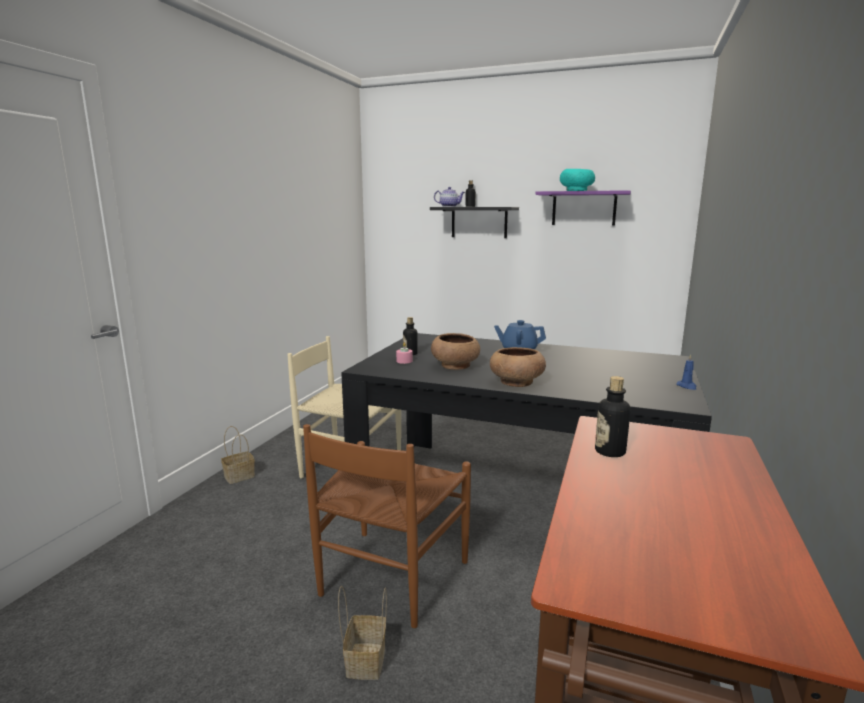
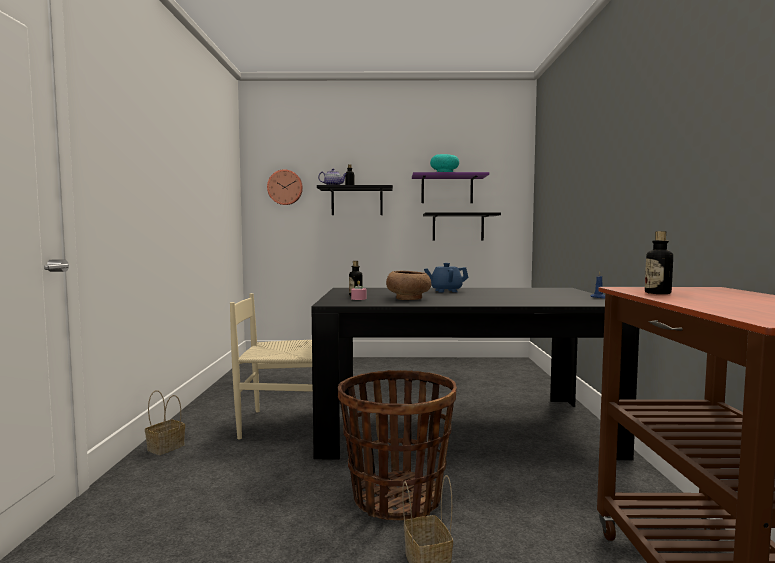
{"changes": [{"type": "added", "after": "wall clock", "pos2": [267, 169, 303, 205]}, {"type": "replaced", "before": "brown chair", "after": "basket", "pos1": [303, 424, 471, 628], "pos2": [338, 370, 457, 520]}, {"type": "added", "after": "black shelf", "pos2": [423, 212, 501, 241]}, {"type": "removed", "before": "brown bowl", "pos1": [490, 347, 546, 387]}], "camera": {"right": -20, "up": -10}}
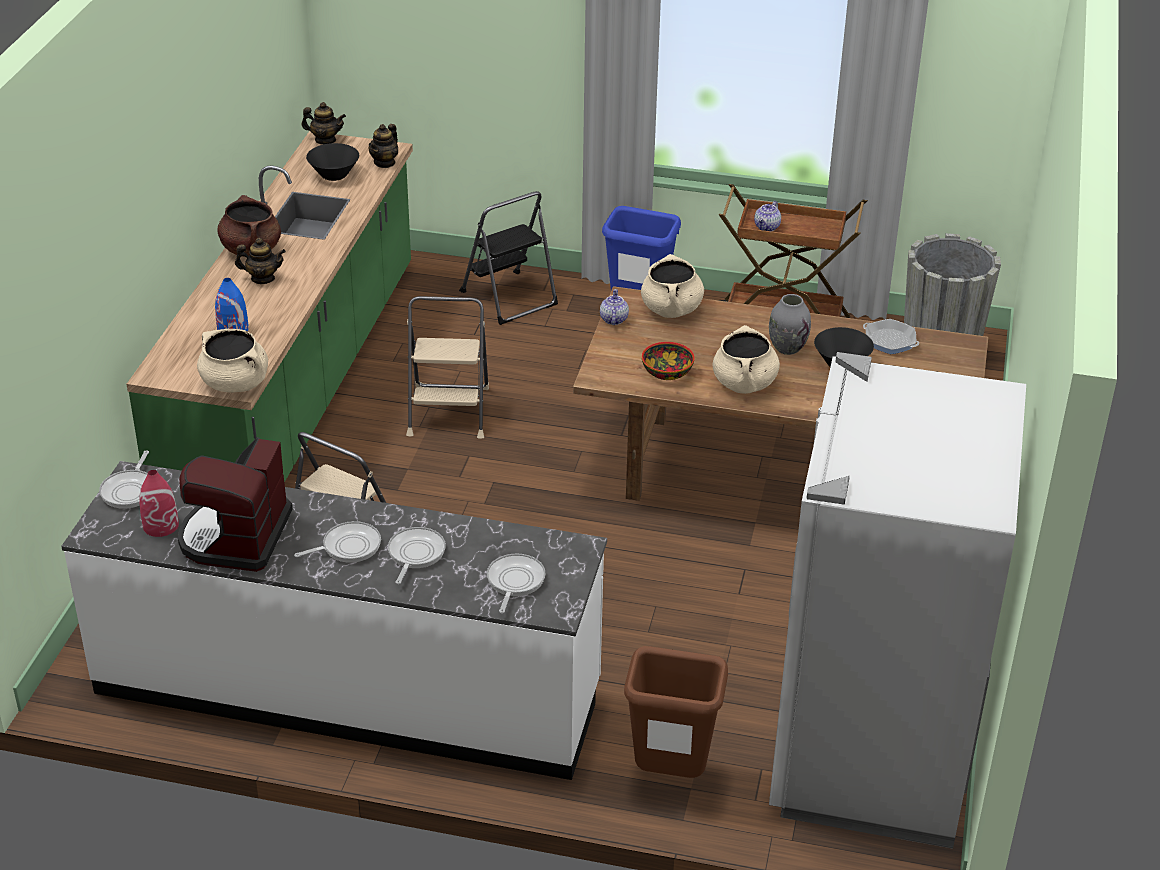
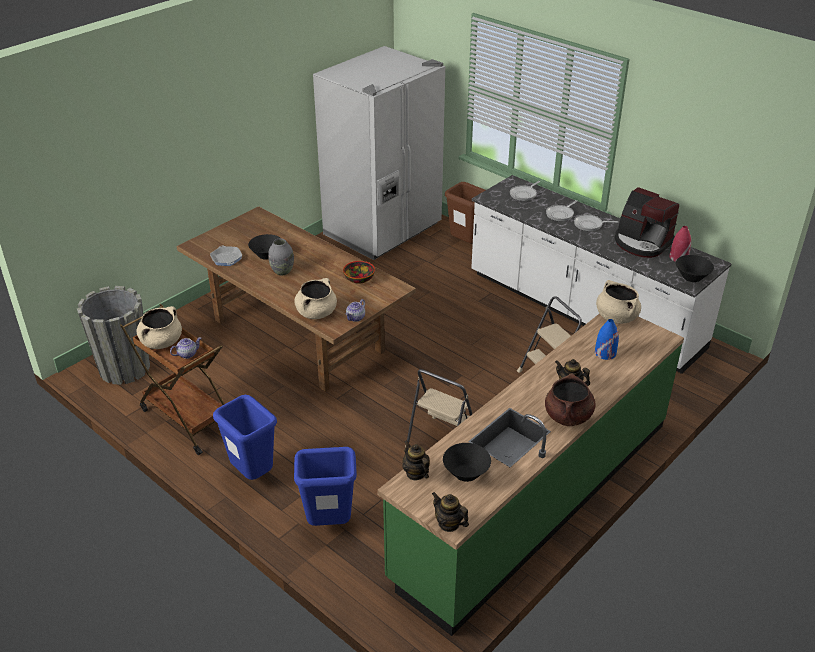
{"changes": [{"type": "moved", "before": "beige cooking pot", "pos1": [712, 325, 780, 394], "pos2": [136, 306, 182, 349]}, {"type": "replaced", "before": "black step ladder", "after": "blue trash can", "pos1": [459, 191, 558, 325], "pos2": [294, 447, 357, 526]}, {"type": "turned", "before": "teapot", "pos1": [369, 124, 398, 168], "pos2": [402, 440, 430, 480], "turn": -90}, {"type": "turned", "before": "coffee machine", "pos1": [178, 437, 293, 572], "pos2": [615, 187, 679, 258], "turn": 90}, {"type": "replaced", "before": "frying pan", "after": "black bowl", "pos1": [99, 450, 149, 509], "pos2": [676, 255, 714, 282]}], "camera": {"right": -150, "up": 0}}
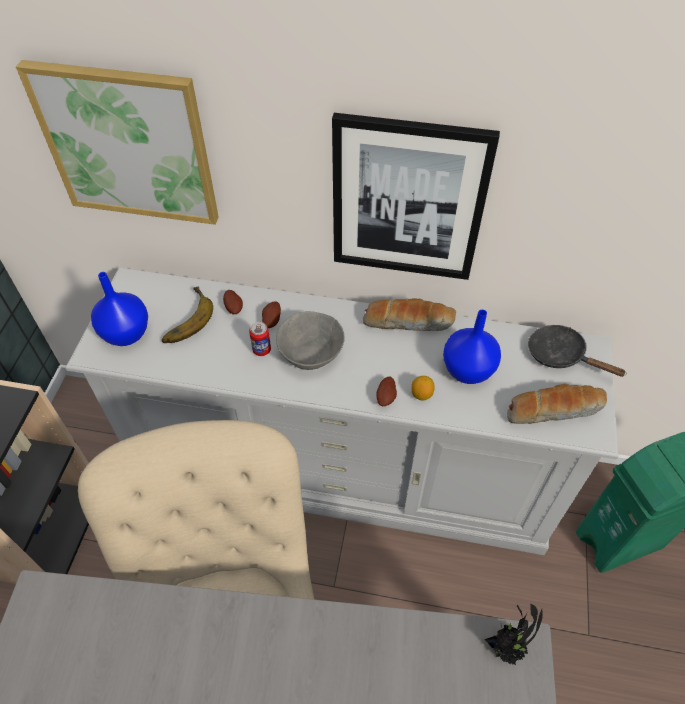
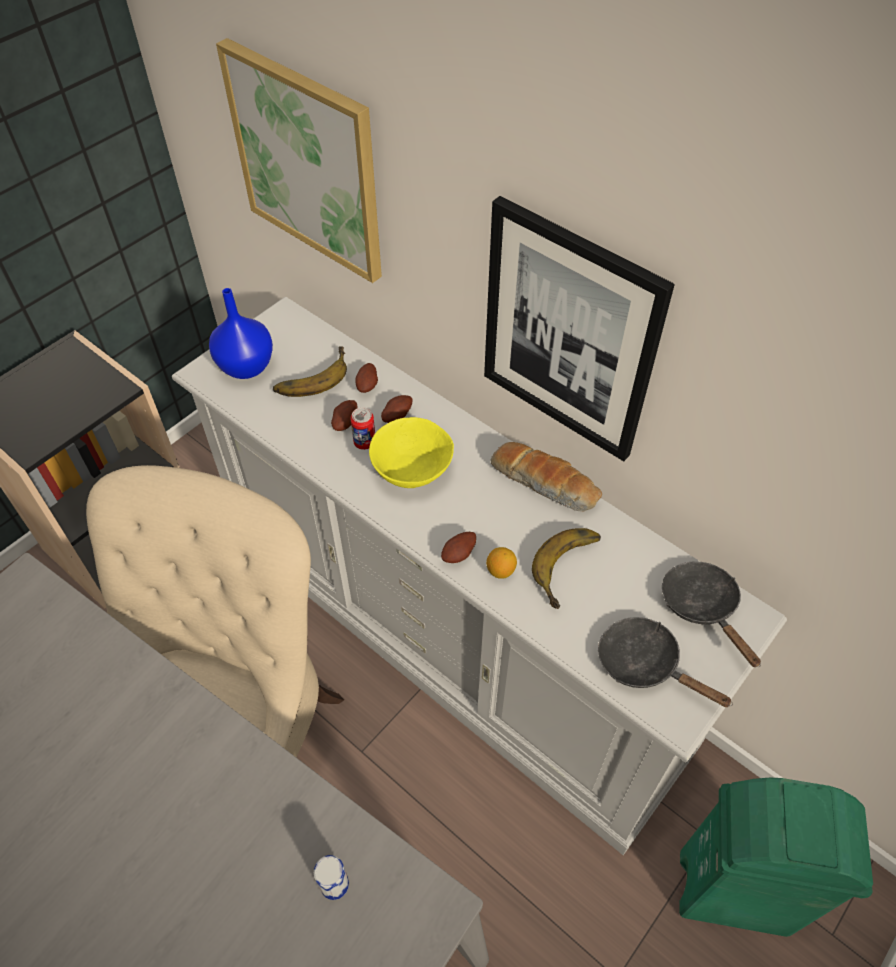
{"changes": [{"type": "added", "after": "can", "pos2": [314, 855, 349, 900]}, {"type": "added", "after": "potato", "pos2": [331, 400, 357, 431]}, {"type": "recoloured", "before": "grey bowl", "after": "yellow bowl", "pos1": [276, 311, 344, 370], "pos2": [369, 417, 454, 488]}, {"type": "replaced", "before": "blue vase", "after": "banana", "pos1": [443, 310, 501, 384], "pos2": [532, 528, 601, 609]}, {"type": "replaced", "before": "bread", "after": "black frying pan", "pos1": [507, 384, 607, 424], "pos2": [598, 617, 733, 707]}, {"type": "removed", "before": "potted plant", "pos1": [484, 603, 543, 665]}], "camera": {"right": 30, "up": 0}}
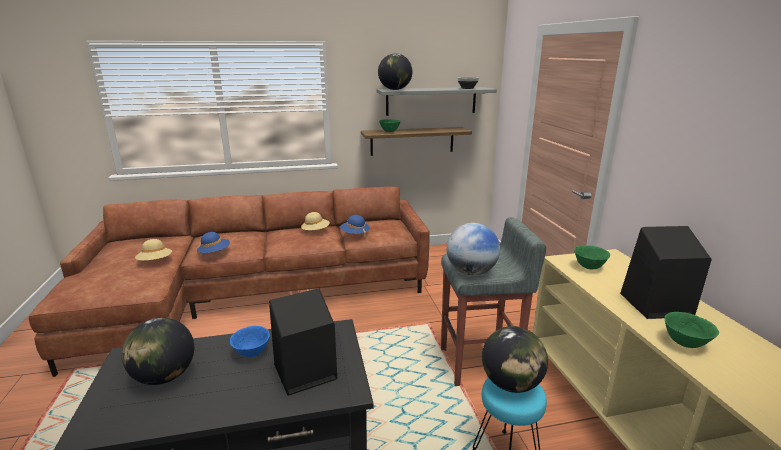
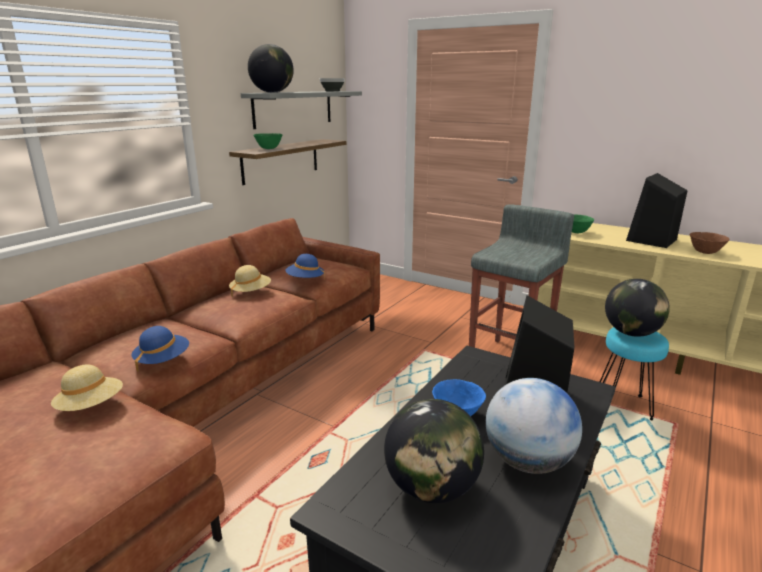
{"changes": [{"type": "moved", "before": "globe", "pos1": [447, 223, 500, 275], "pos2": [486, 378, 582, 474]}, {"type": "recoloured", "before": "green bowl", "after": "brown bowl", "pos1": [664, 312, 719, 348], "pos2": [690, 232, 730, 254]}], "camera": {"right": -45, "up": 0}}
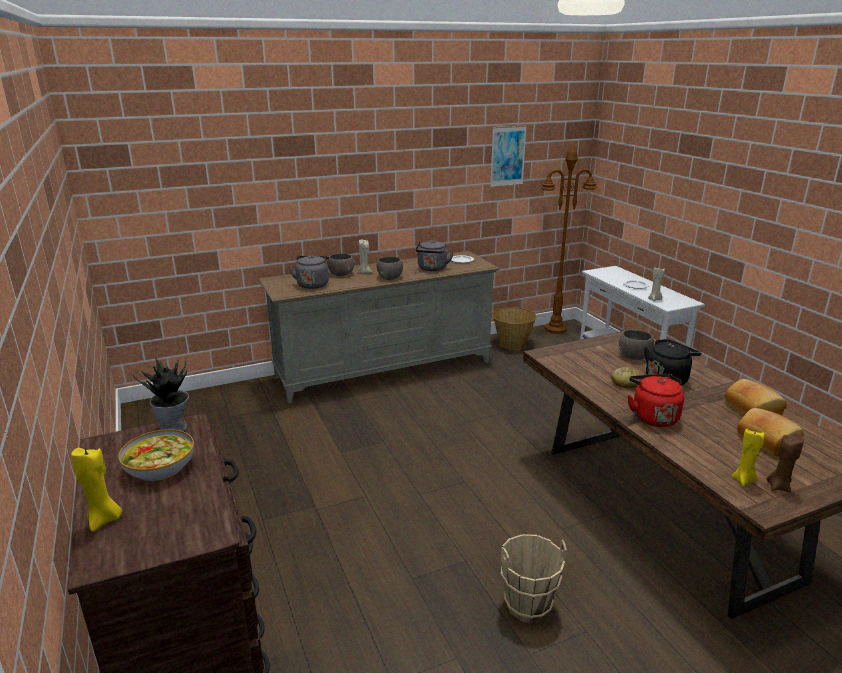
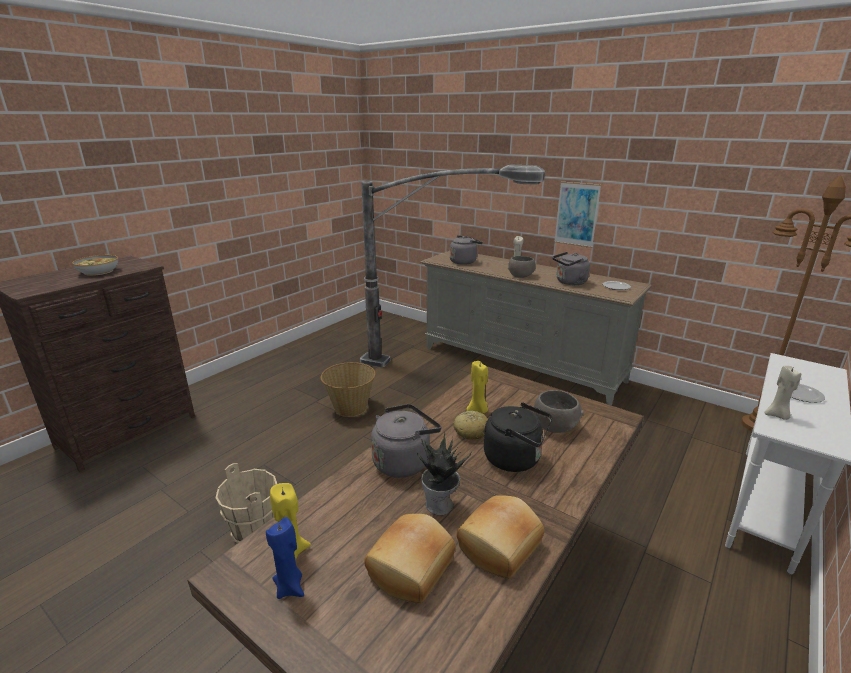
{"changes": [{"type": "recoloured", "before": "brown candle", "after": "blue candle", "pos1": [767, 433, 804, 492], "pos2": [266, 517, 304, 599]}, {"type": "moved", "before": "basket", "pos1": [491, 307, 537, 350], "pos2": [321, 362, 376, 417]}, {"type": "added", "after": "floor lamp", "pos2": [360, 165, 545, 367]}, {"type": "recoloured", "before": "red kettle", "after": "grey kettle", "pos1": [628, 374, 684, 427], "pos2": [371, 404, 441, 478]}, {"type": "moved", "before": "potted plant", "pos1": [133, 355, 189, 431], "pos2": [417, 431, 472, 515]}, {"type": "moved", "before": "yellow candle", "pos1": [71, 448, 122, 532], "pos2": [466, 361, 488, 413]}, {"type": "moved", "before": "picture", "pos1": [490, 125, 527, 187], "pos2": [554, 181, 601, 248]}, {"type": "removed", "before": "grey bowl", "pos1": [327, 253, 355, 276]}], "camera": {"right": 60, "up": 0}}
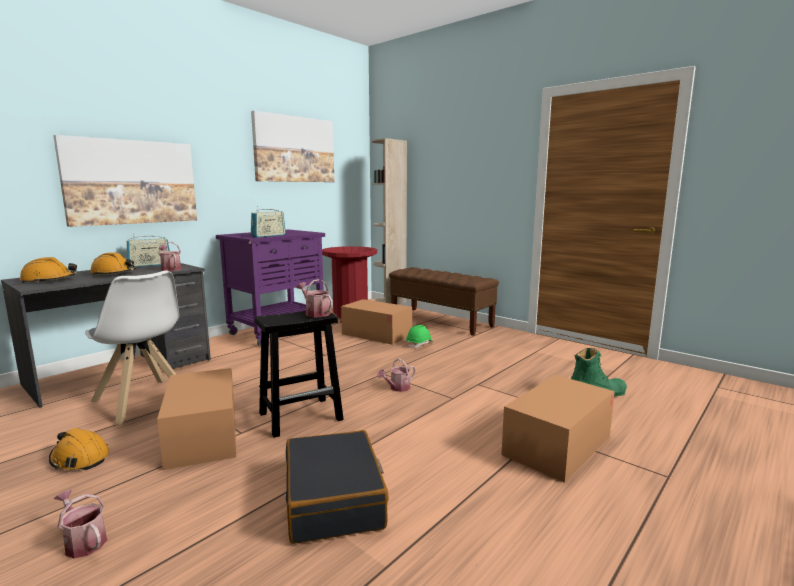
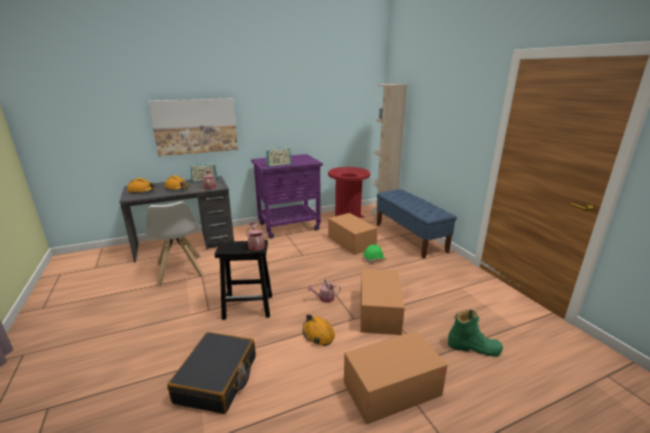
{"changes": [{"type": "moved", "before": "orange hard hat", "pos1": [49, 428, 109, 470], "pos2": [303, 314, 335, 346]}, {"type": "moved", "before": "cardboard box", "pos1": [157, 368, 236, 470], "pos2": [360, 269, 405, 335]}, {"type": "recoloured", "before": "brown bench", "after": "blue bench", "pos1": [389, 267, 499, 336], "pos2": [377, 189, 457, 259]}, {"type": "removed", "before": "watering can", "pos1": [54, 490, 107, 558]}, {"type": "removed", "before": "picture", "pos1": [251, 111, 334, 182]}], "camera": {"right": 25, "up": 10}}
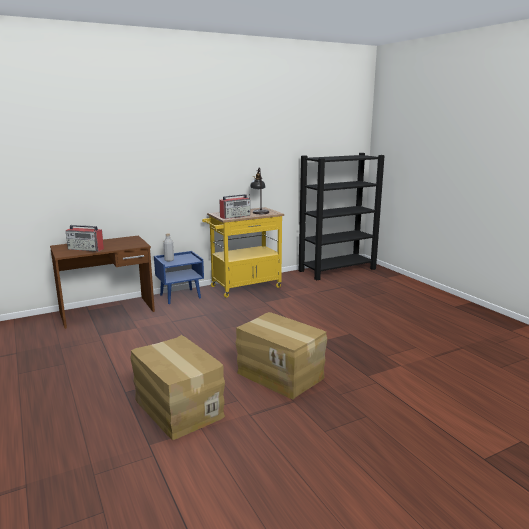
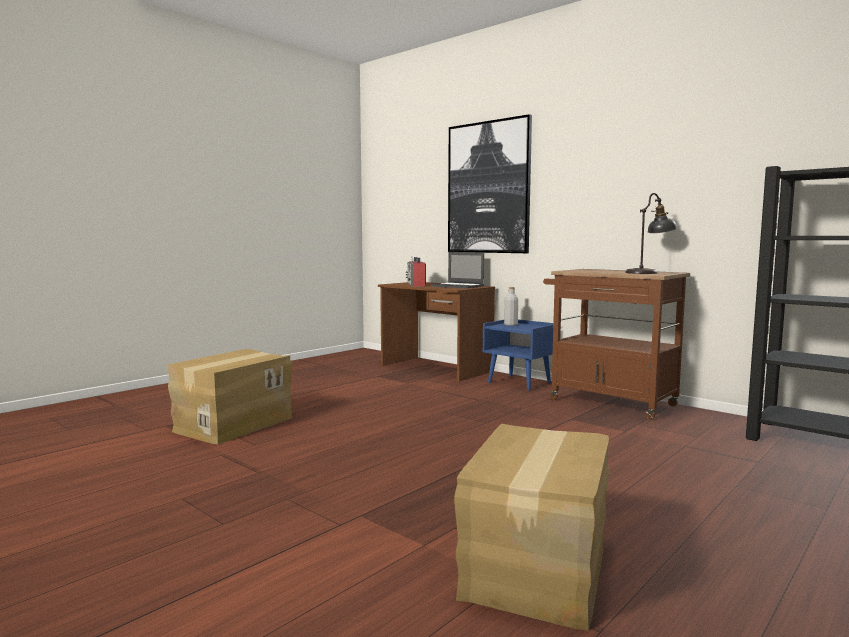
{"changes": [{"type": "added", "after": "laptop", "pos2": [431, 252, 484, 288]}, {"type": "added", "after": "picture", "pos2": [448, 114, 532, 253]}, {"type": "moved", "before": "cardboard box", "pos1": [236, 312, 327, 400], "pos2": [454, 424, 609, 631]}, {"type": "recoloured", "before": "yellow cart", "after": "brown cart", "pos1": [202, 207, 284, 298], "pos2": [543, 269, 690, 420]}, {"type": "removed", "before": "radio", "pos1": [220, 194, 250, 219]}], "camera": {"right": 70, "up": -10}}
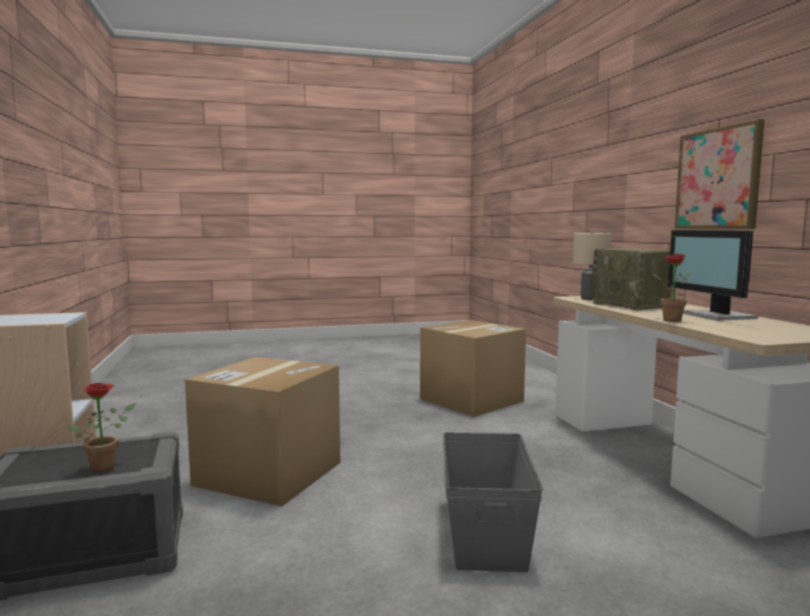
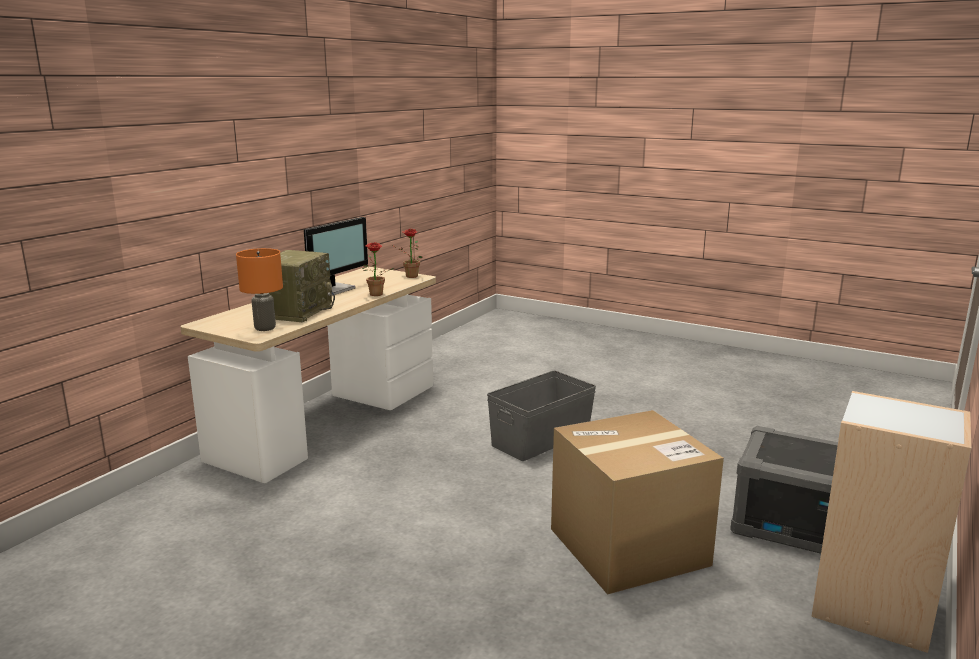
{"changes": [{"type": "recoloured", "before": "beige table lamp", "after": "orange table lamp", "pos1": [573, 232, 611, 300], "pos2": [236, 248, 283, 331]}, {"type": "moved", "before": "potted plant", "pos1": [68, 383, 136, 472], "pos2": [392, 229, 422, 278]}, {"type": "removed", "before": "cardboard box", "pos1": [420, 320, 526, 417]}, {"type": "removed", "before": "picture", "pos1": [674, 119, 765, 229]}], "camera": {"right": -135, "up": 10}}
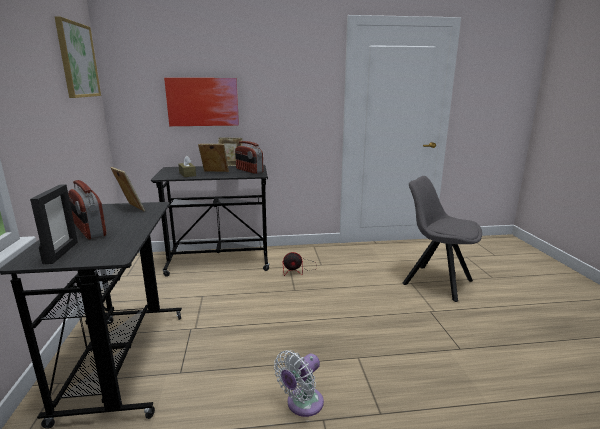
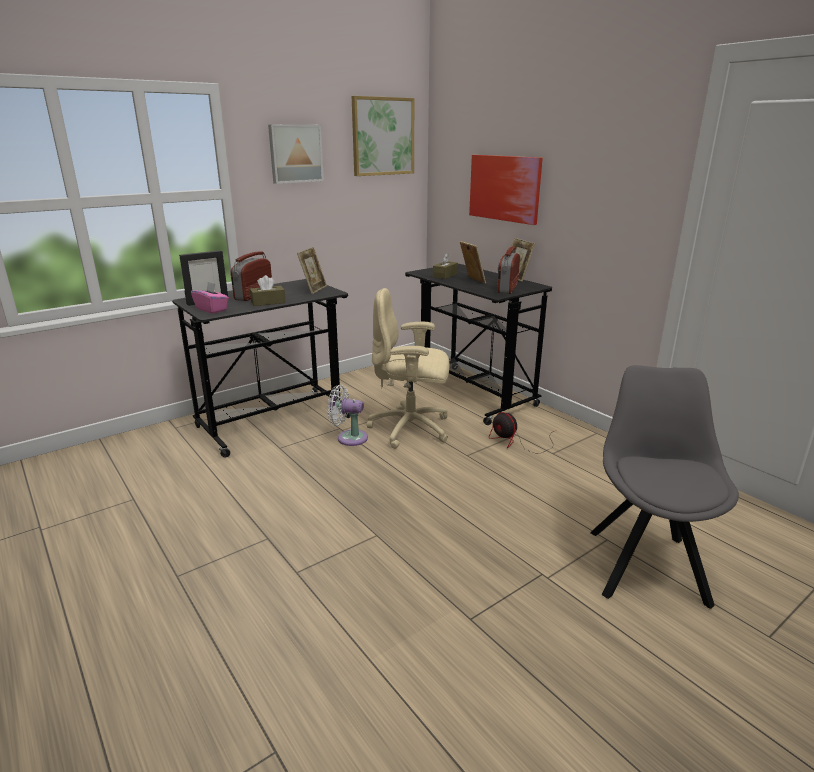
{"changes": [{"type": "added", "after": "pink tissue box", "pos2": [191, 282, 229, 314]}, {"type": "added", "after": "brown tissue box", "pos2": [250, 275, 286, 306]}, {"type": "added", "after": "picture", "pos2": [268, 125, 324, 184]}, {"type": "moved", "before": "white fan", "pos1": [274, 350, 324, 417], "pos2": [327, 385, 368, 446]}, {"type": "added", "after": "beige office chair", "pos2": [367, 288, 449, 449]}], "camera": {"right": 60, "up": 5}}
